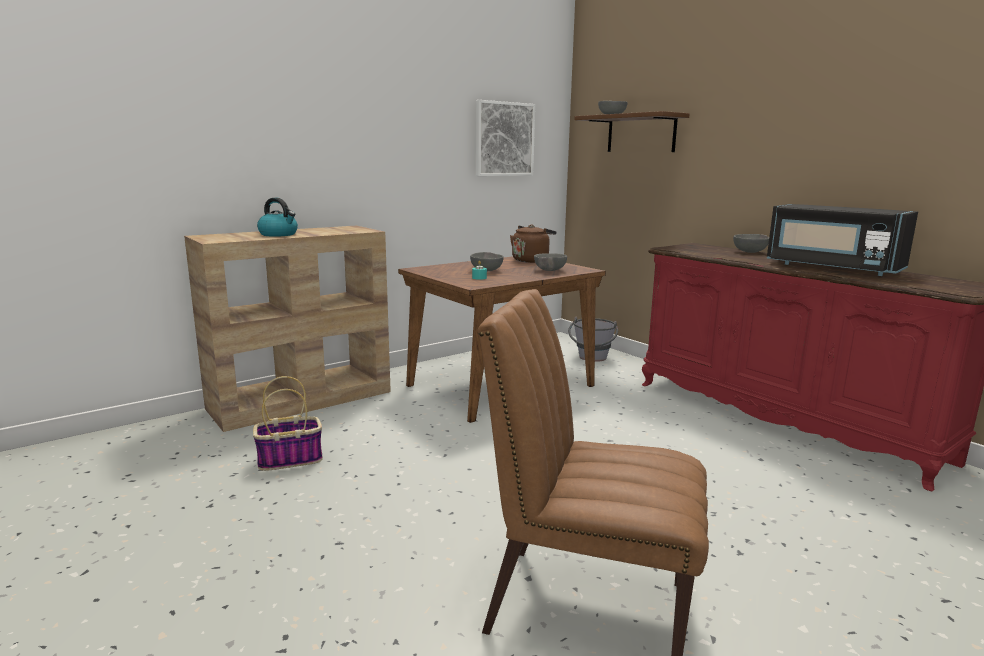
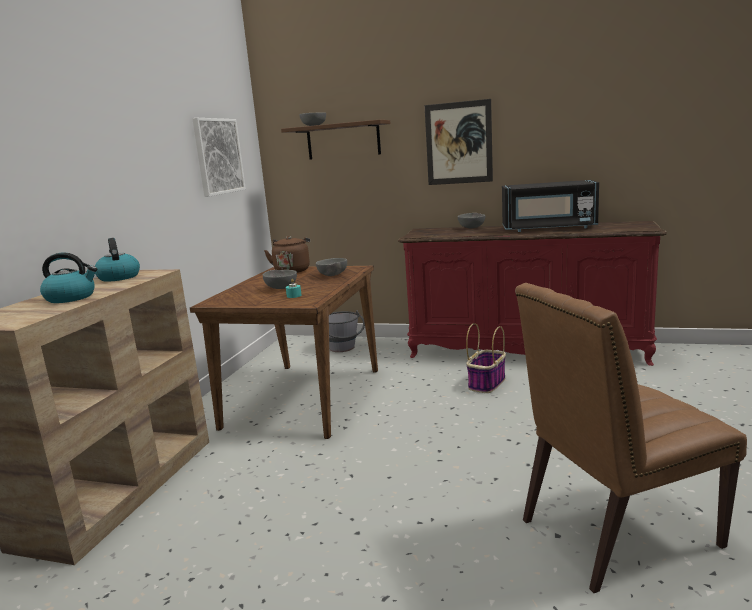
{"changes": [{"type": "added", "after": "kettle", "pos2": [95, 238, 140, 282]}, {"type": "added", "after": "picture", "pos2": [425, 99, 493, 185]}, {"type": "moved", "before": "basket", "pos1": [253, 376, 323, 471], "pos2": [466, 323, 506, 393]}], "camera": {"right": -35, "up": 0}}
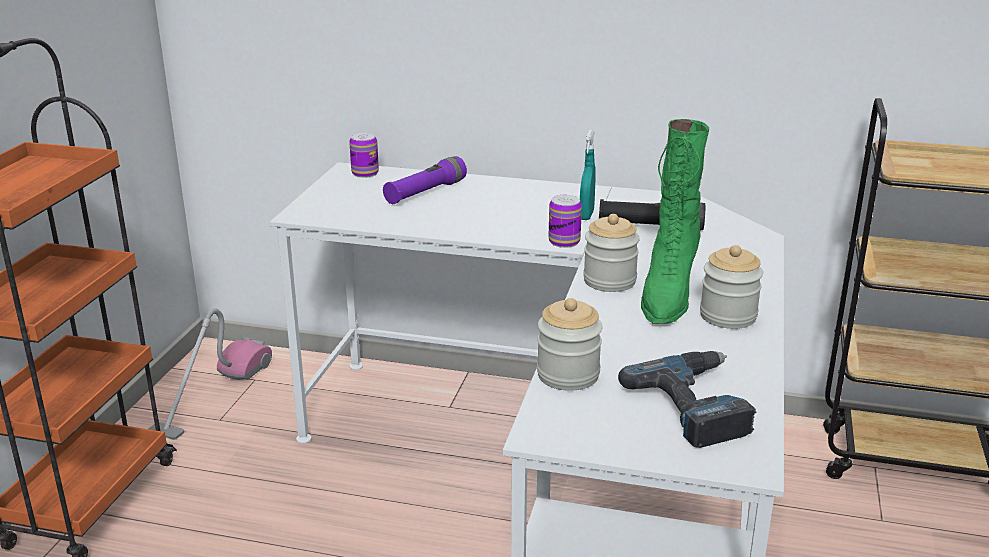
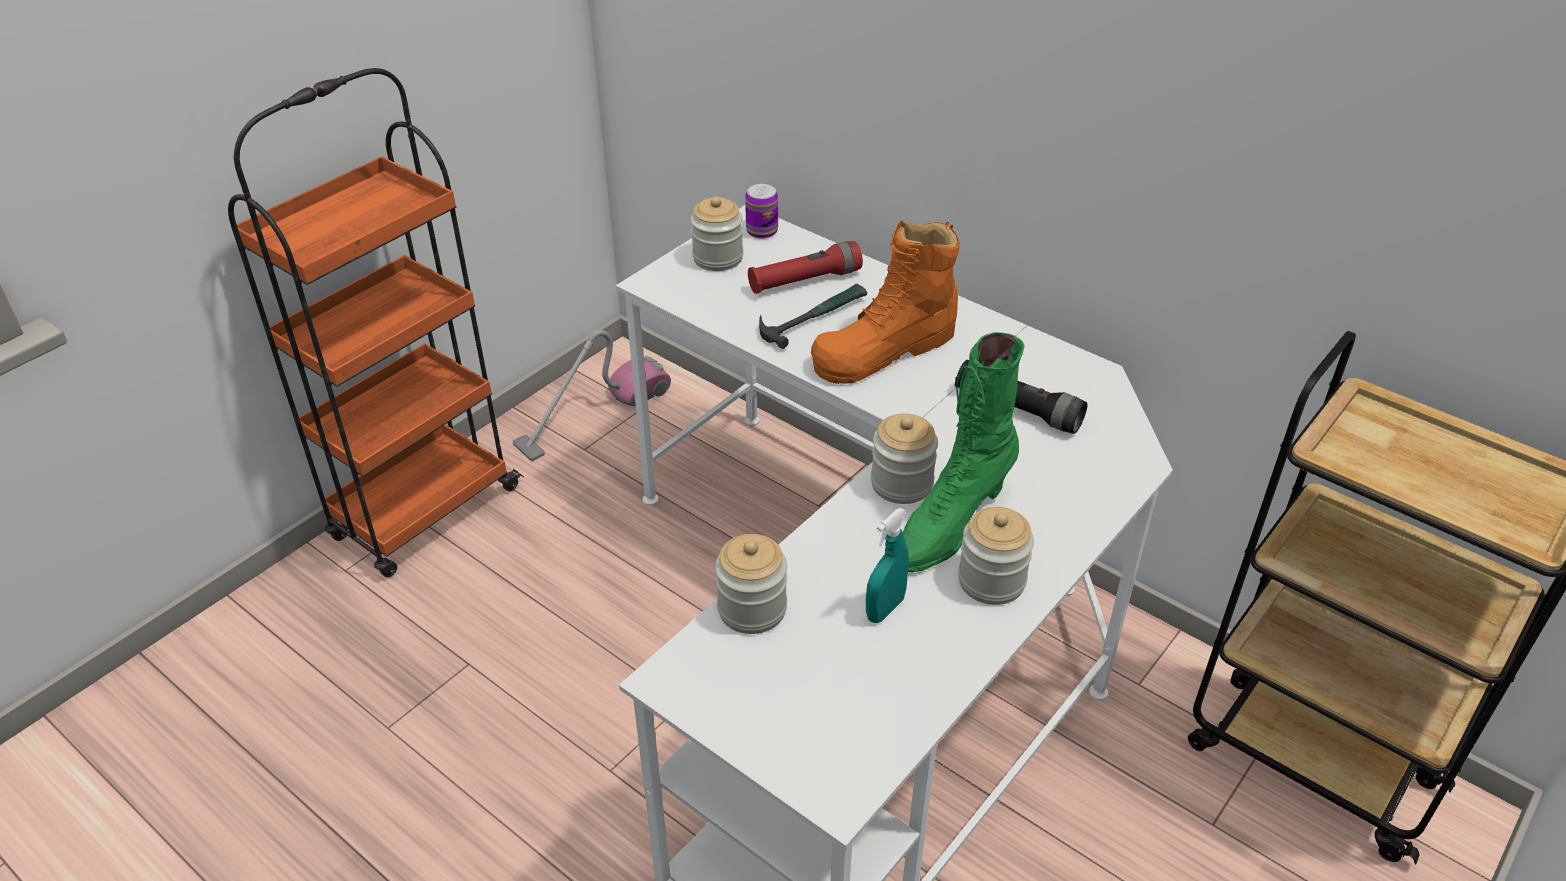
{"changes": [{"type": "added", "after": "jar", "pos2": [690, 197, 743, 271]}, {"type": "recoloured", "before": "purple flashlight", "after": "red flashlight", "pos1": [383, 156, 467, 204], "pos2": [748, 241, 863, 294]}, {"type": "added", "after": "hammer", "pos2": [759, 284, 867, 349]}, {"type": "added", "after": "orange boot", "pos2": [811, 220, 960, 384]}, {"type": "moved", "before": "turquoise spray bottle", "pos1": [580, 130, 596, 220], "pos2": [866, 508, 909, 623]}, {"type": "removed", "before": "can", "pos1": [549, 195, 582, 248]}, {"type": "removed", "before": "power drill", "pos1": [618, 351, 756, 448]}], "camera": {"right": 25, "up": 15}}
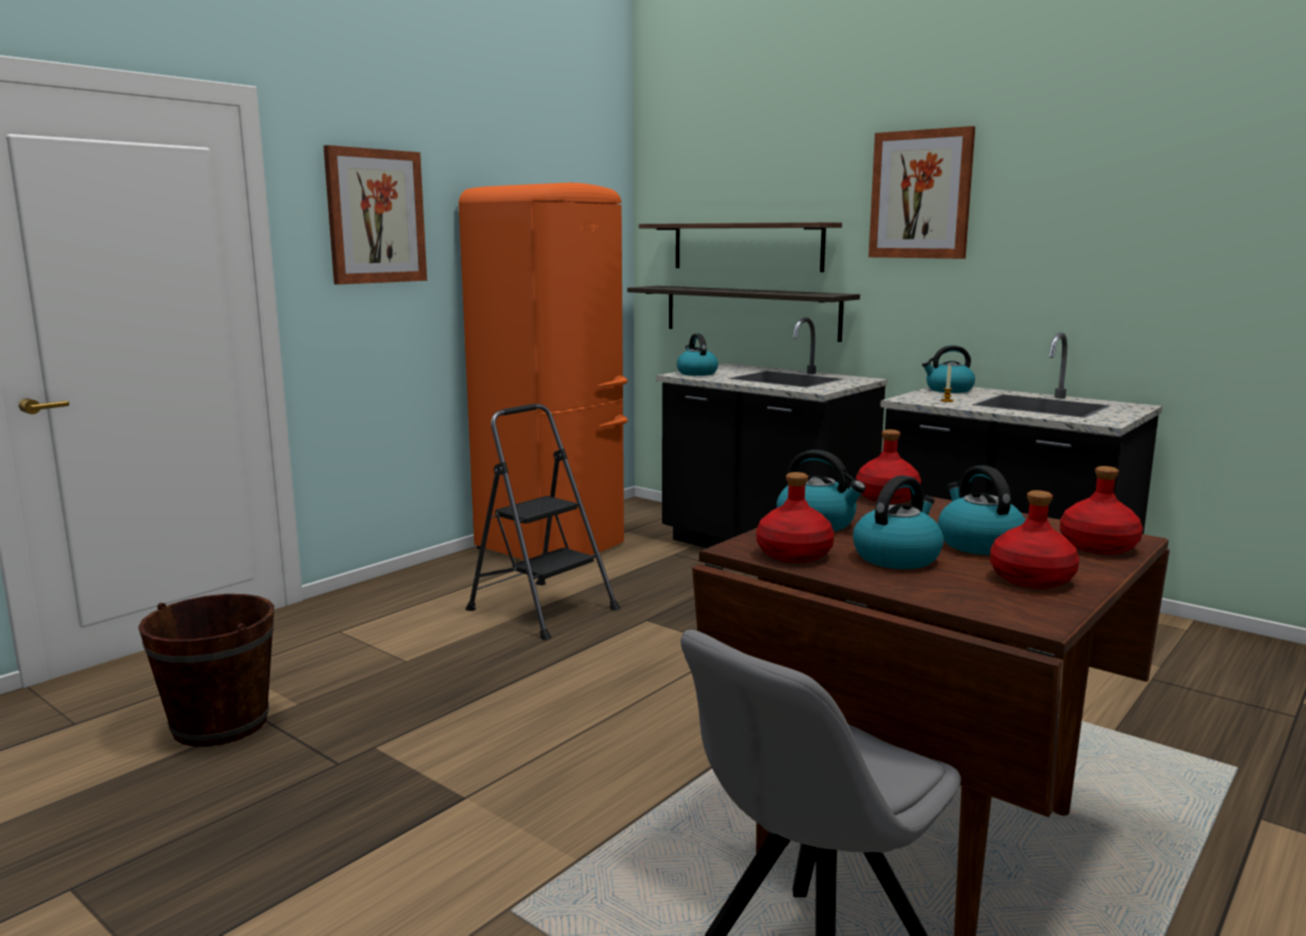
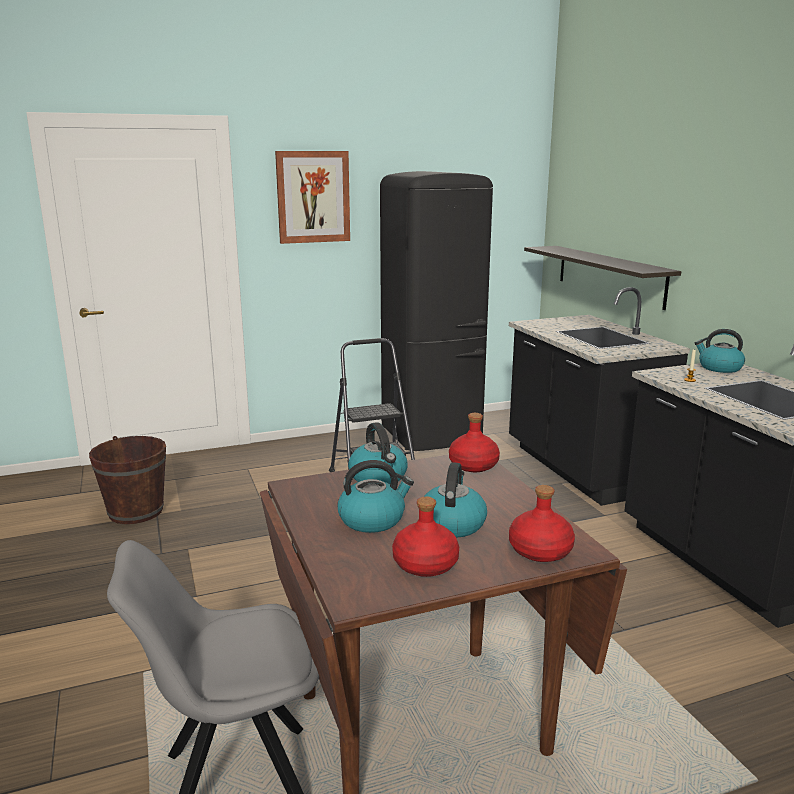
{"changes": [{"type": "recoloured", "before": "orange fridge", "after": "black fridge", "pos1": [459, 183, 628, 560], "pos2": [380, 171, 493, 451]}, {"type": "removed", "before": "shelf", "pos1": [639, 222, 842, 272]}, {"type": "removed", "before": "kettle", "pos1": [677, 334, 718, 376]}, {"type": "removed", "before": "red bottle", "pos1": [756, 472, 834, 563]}, {"type": "removed", "before": "picture", "pos1": [869, 126, 975, 259]}], "camera": {"right": 30, "up": 5}}
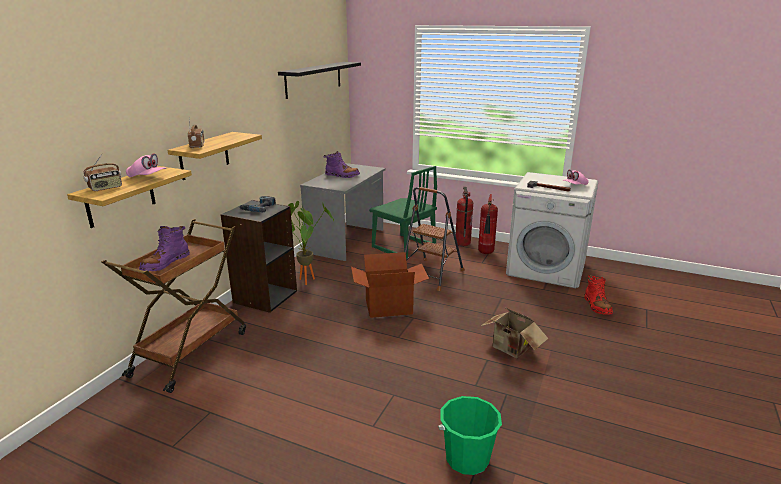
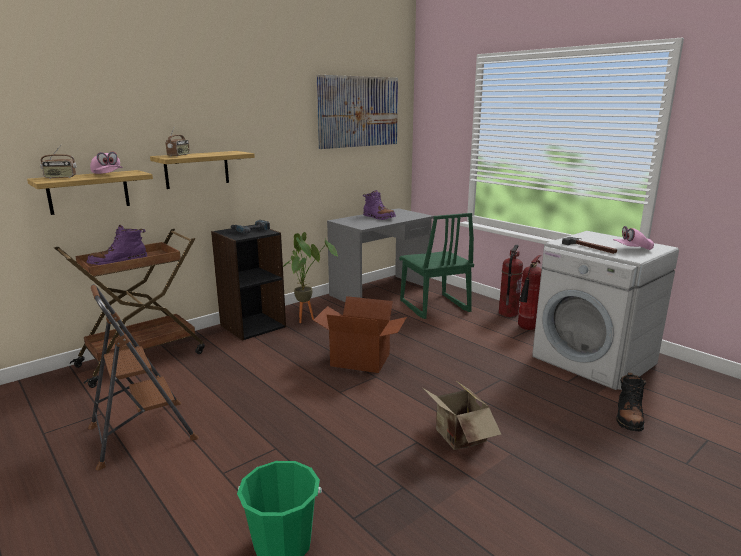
{"changes": [{"type": "moved", "before": "brown step ladder", "pos1": [405, 187, 465, 291], "pos2": [88, 284, 199, 470]}, {"type": "replaced", "before": "black shelf", "after": "picture", "pos1": [278, 62, 361, 99], "pos2": [316, 75, 398, 149]}, {"type": "recoloured", "before": "red boot", "after": "black boot", "pos1": [584, 275, 613, 315], "pos2": [616, 373, 647, 431]}], "camera": {"right": 25, "up": -5}}
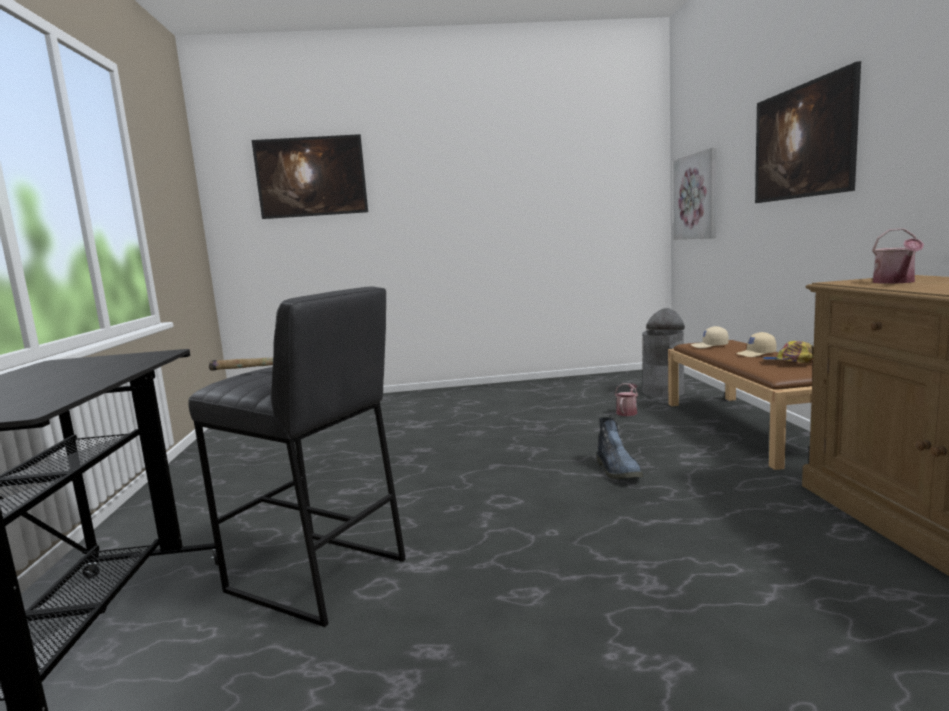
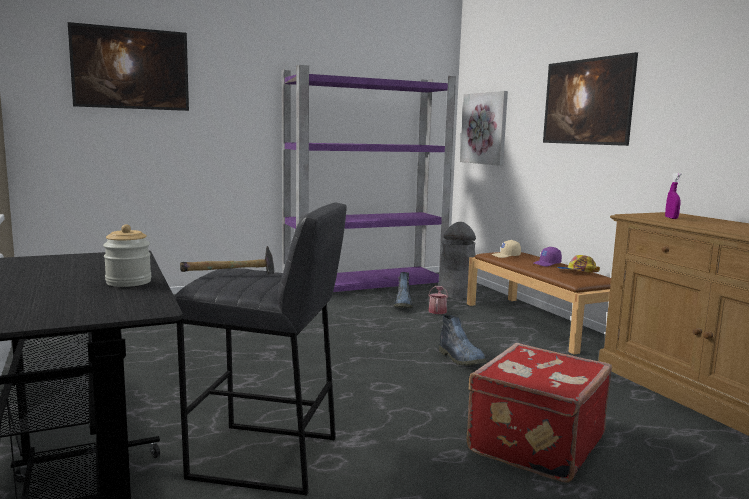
{"changes": [{"type": "added", "after": "jar", "pos2": [103, 224, 151, 287]}, {"type": "added", "after": "purple bookcase", "pos2": [282, 65, 456, 292]}, {"type": "added", "after": "boot", "pos2": [394, 272, 412, 308]}, {"type": "added", "after": "red suitcase", "pos2": [467, 343, 612, 483]}, {"type": "recoloured", "before": "beige cap", "after": "purple cap", "pos1": [736, 332, 776, 357], "pos2": [534, 247, 562, 267]}, {"type": "replaced", "before": "watering can", "after": "purple spray bottle", "pos1": [872, 228, 924, 284], "pos2": [665, 173, 682, 219]}], "camera": {"right": -20, "up": 0}}
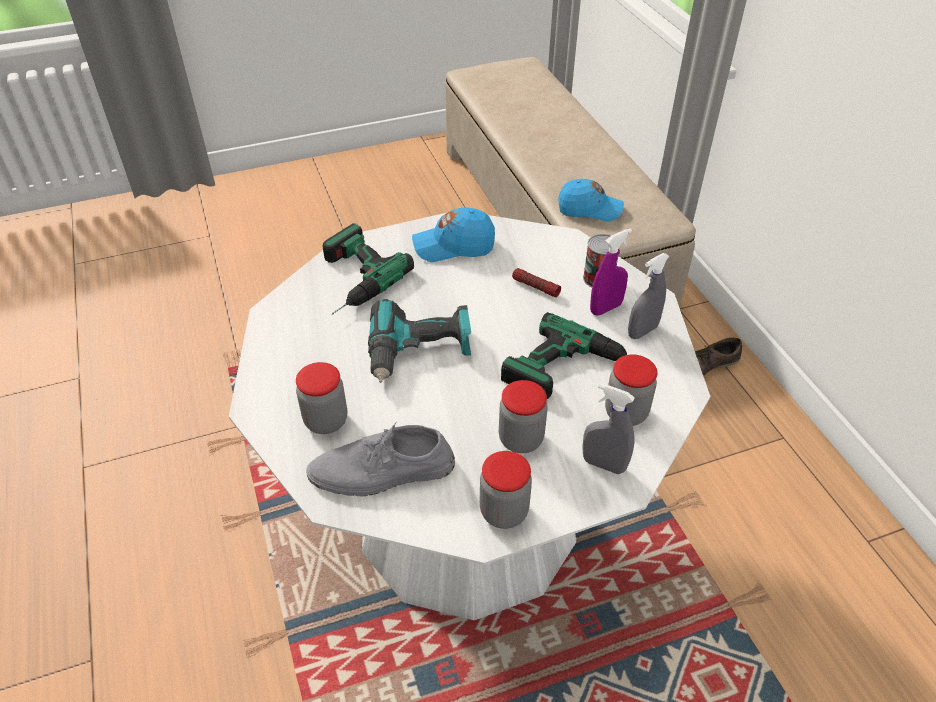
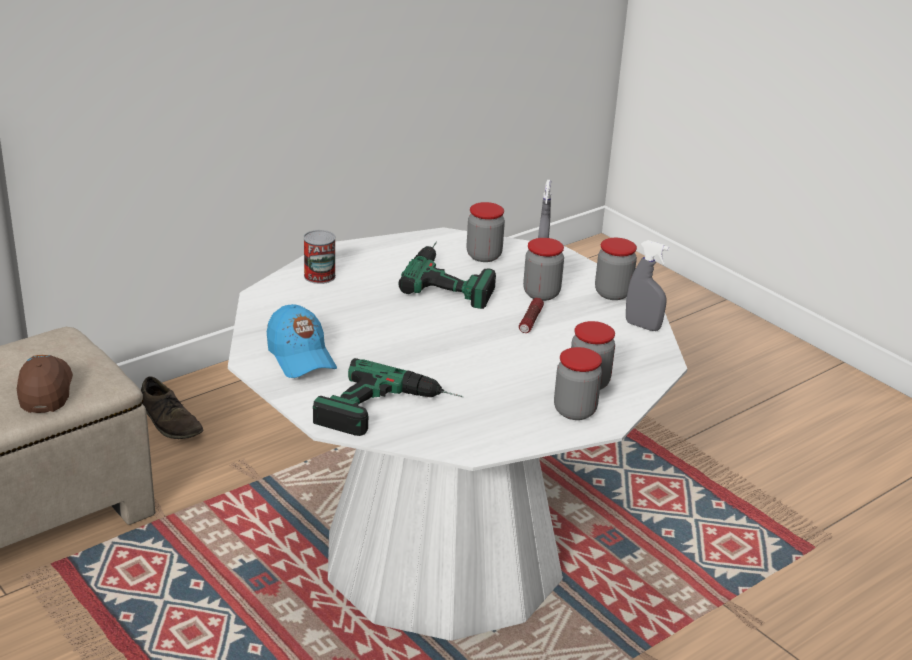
{"changes": [{"type": "recoloured", "before": "blue cap", "after": "brown cap", "pos1": [558, 179, 624, 222], "pos2": [17, 355, 73, 413]}, {"type": "moved", "before": "flashlight", "pos1": [512, 268, 561, 298], "pos2": [519, 298, 544, 333]}, {"type": "added", "after": "jar", "pos2": [554, 347, 602, 420]}, {"type": "moved", "before": "grey spray bottle", "pos1": [628, 253, 669, 339], "pos2": [626, 240, 669, 331]}, {"type": "removed", "before": "grey shoe", "pos1": [306, 422, 455, 496]}, {"type": "removed", "before": "power drill", "pos1": [368, 299, 471, 383]}, {"type": "removed", "before": "purple spray bottle", "pos1": [590, 228, 632, 315]}], "camera": {"right": -110, "up": -15}}
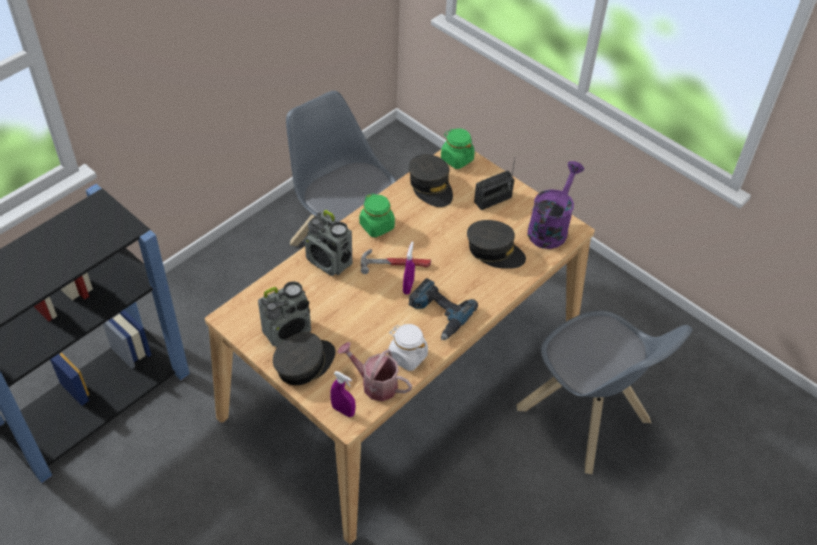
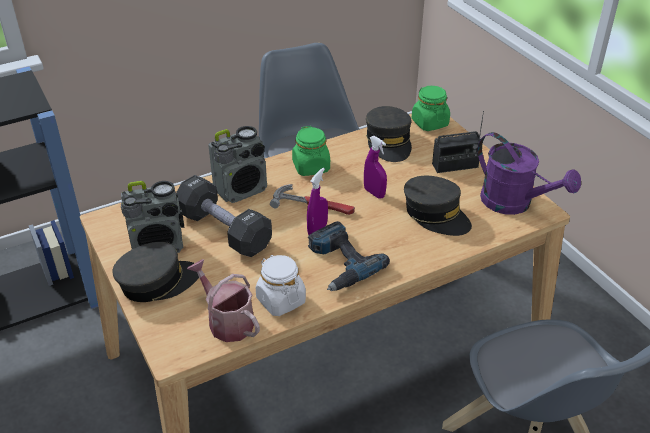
{"changes": [{"type": "added", "after": "black dumbbell", "pos2": [176, 175, 272, 257]}, {"type": "turned", "before": "radio", "pos1": [305, 210, 352, 276], "pos2": [208, 126, 267, 203], "turn": -90}, {"type": "moved", "before": "purple spray bottle", "pos1": [330, 371, 356, 417], "pos2": [364, 136, 387, 199]}, {"type": "turned", "before": "purple watering can", "pos1": [528, 161, 584, 249], "pos2": [478, 132, 581, 215], "turn": 90}], "camera": {"right": 20, "up": -10}}
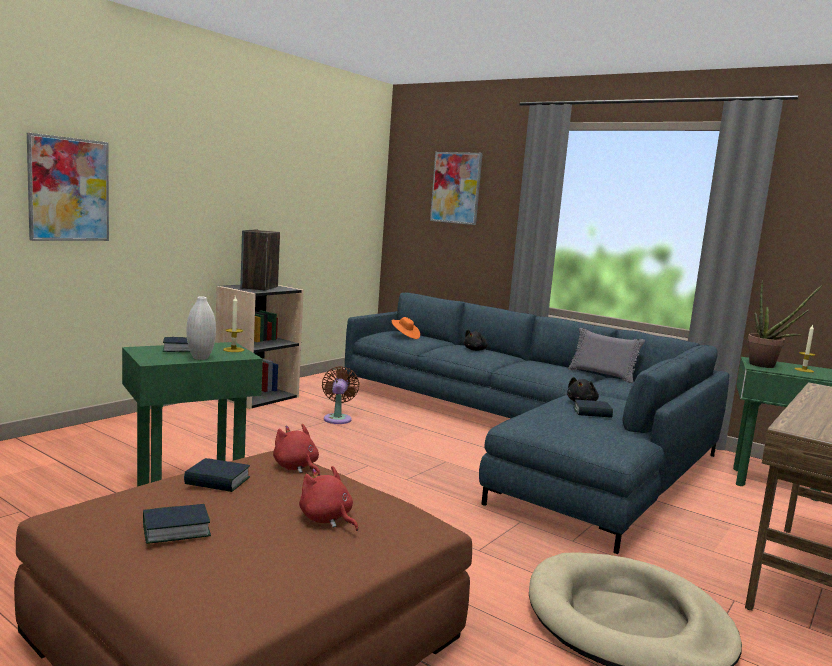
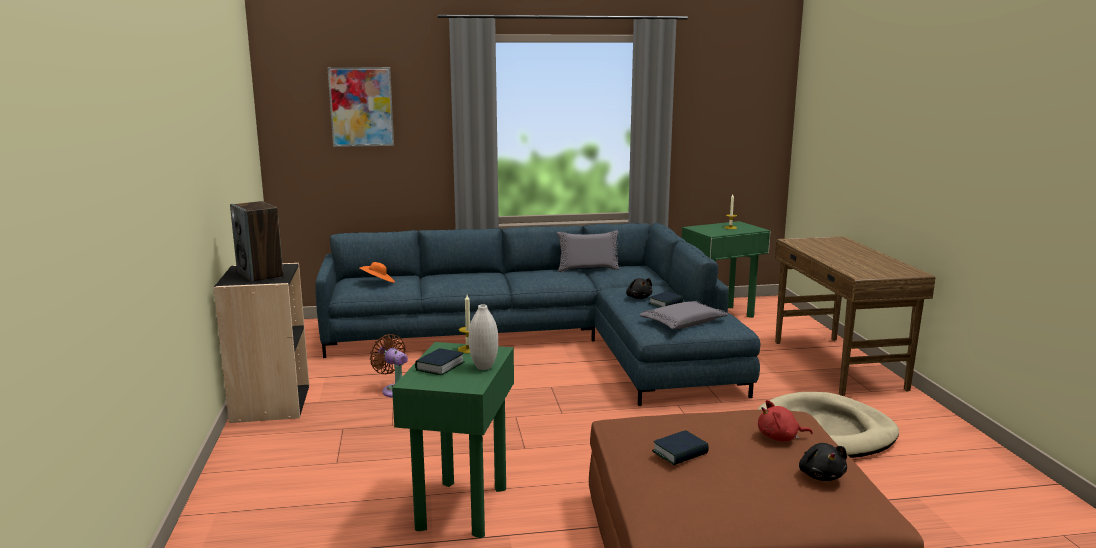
{"changes": [{"type": "added", "after": "grey pillow", "pos2": [639, 301, 728, 329]}, {"type": "moved", "before": "black plush toy", "pos1": [464, 330, 487, 351], "pos2": [799, 443, 847, 481]}, {"type": "removed", "before": "picture", "pos1": [27, 133, 109, 241]}, {"type": "removed", "before": "book", "pos1": [143, 504, 211, 544]}, {"type": "removed", "before": "red plush toy", "pos1": [273, 424, 320, 476]}, {"type": "removed", "before": "potted plant", "pos1": [748, 280, 822, 368]}], "camera": {"right": -45, "up": 5}}
